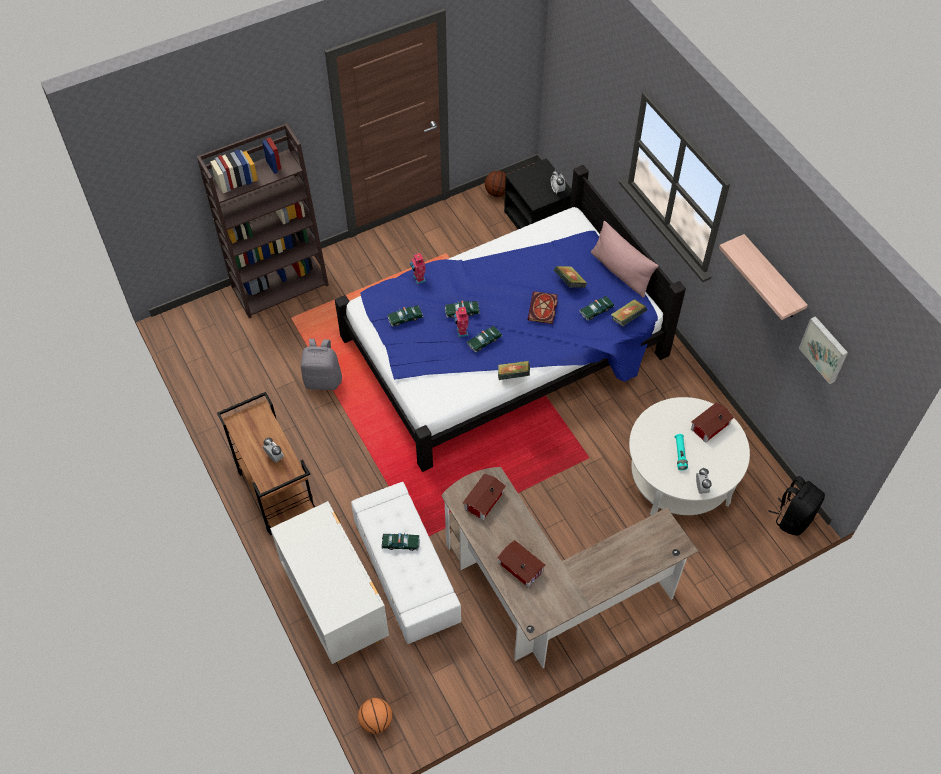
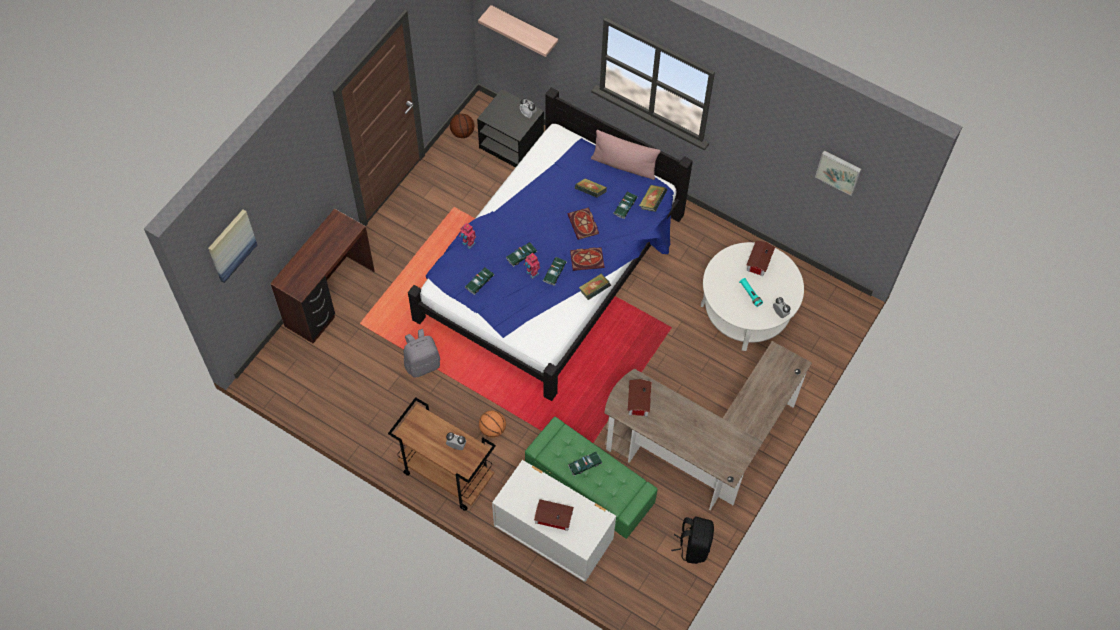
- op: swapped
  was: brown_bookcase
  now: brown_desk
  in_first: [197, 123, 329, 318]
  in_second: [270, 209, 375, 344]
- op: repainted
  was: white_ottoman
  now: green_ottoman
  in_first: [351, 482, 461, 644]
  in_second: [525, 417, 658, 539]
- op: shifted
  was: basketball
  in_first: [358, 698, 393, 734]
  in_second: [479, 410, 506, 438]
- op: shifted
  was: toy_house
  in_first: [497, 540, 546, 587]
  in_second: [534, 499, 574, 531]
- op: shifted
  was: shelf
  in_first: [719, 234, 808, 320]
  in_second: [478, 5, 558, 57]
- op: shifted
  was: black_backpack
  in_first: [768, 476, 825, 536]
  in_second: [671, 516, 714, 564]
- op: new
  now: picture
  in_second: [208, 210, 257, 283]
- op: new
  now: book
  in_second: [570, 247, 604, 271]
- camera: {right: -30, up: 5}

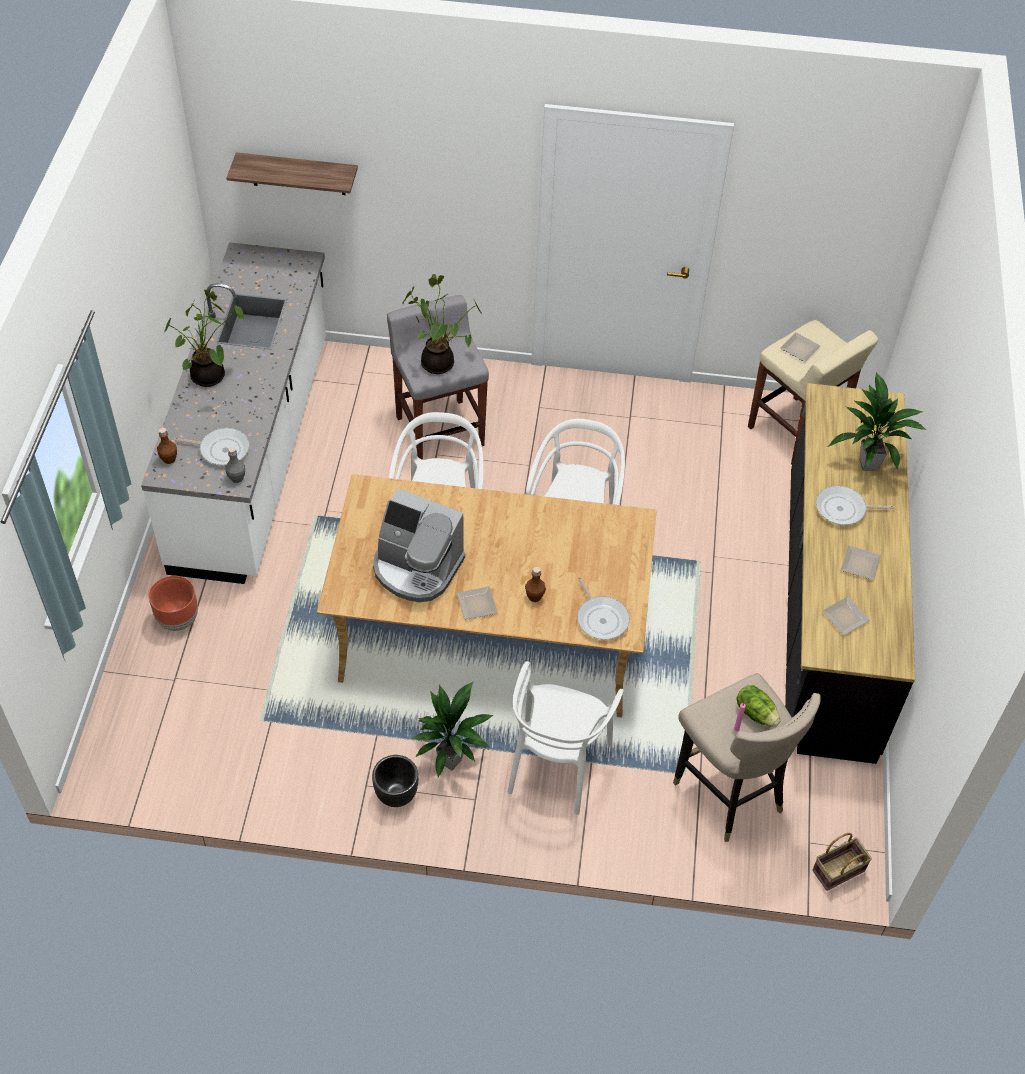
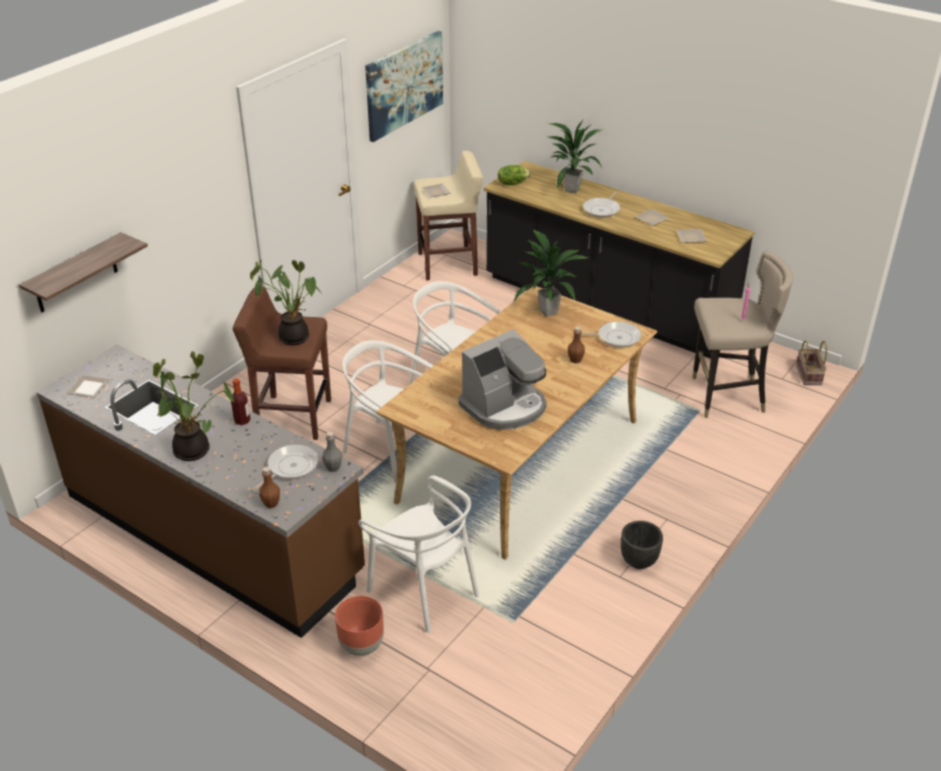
- op: repainted
  was: white_counter
  now: brown_counter
  in_first: [141, 242, 326, 584]
  in_second: [36, 344, 365, 638]
- op: repainted
  was: grey_stool
  now: brown_stool
  in_first: [387, 295, 489, 460]
  in_second: [233, 287, 331, 440]
- op: shifted
  was: potted_plant
  in_first: [411, 681, 494, 777]
  in_second: [513, 229, 587, 317]
- op: shifted
  was: plate
  in_first: [457, 586, 498, 620]
  in_second: [67, 375, 110, 398]
- op: shifted
  was: white_chair
  in_first: [508, 661, 624, 815]
  in_second: [358, 476, 479, 633]
- op: shifted
  was: lettuce
  in_first: [736, 685, 780, 727]
  in_second: [498, 165, 531, 185]
- op: new
  now: bottle
  in_second: [231, 379, 251, 425]
- op: new
  now: picture
  in_second: [365, 31, 443, 142]
- camera: {right: -60, up: -15}

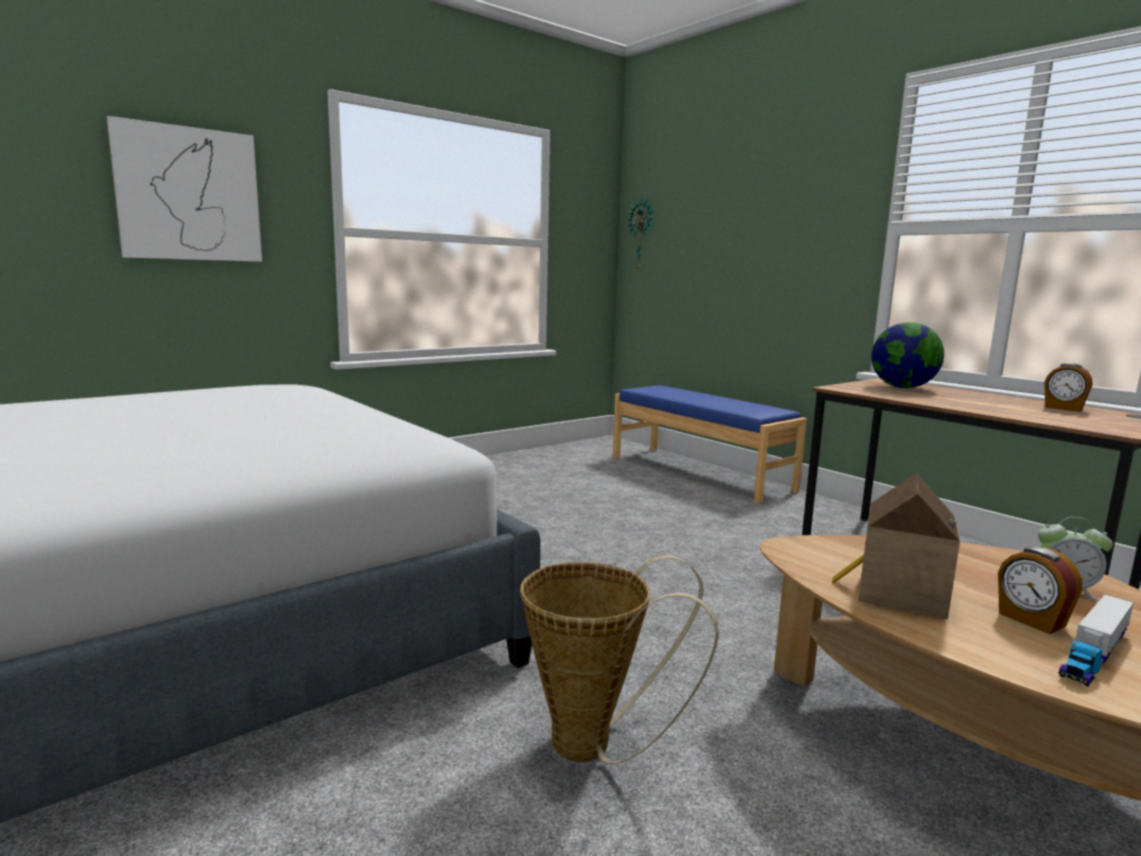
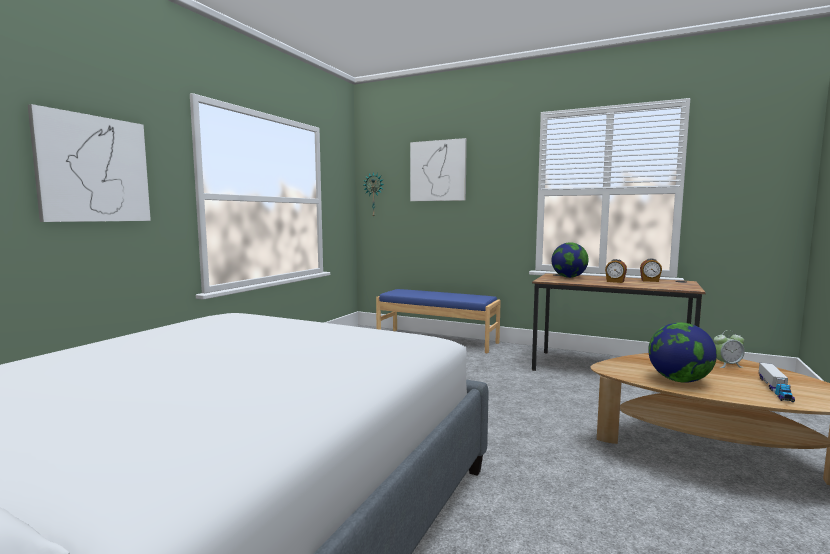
- op: gone
  was: basket
  in_first: [520, 555, 719, 764]
- op: swapped
  was: toy_house
  now: globe
  in_first: [832, 473, 960, 619]
  in_second: [648, 322, 717, 383]
- op: shifted
  was: alarm_clock
  in_first: [998, 547, 1082, 634]
  in_second: [605, 259, 627, 283]
- op: new
  now: picture
  in_second: [410, 138, 467, 201]
- camera: {right: -25, up: -5}

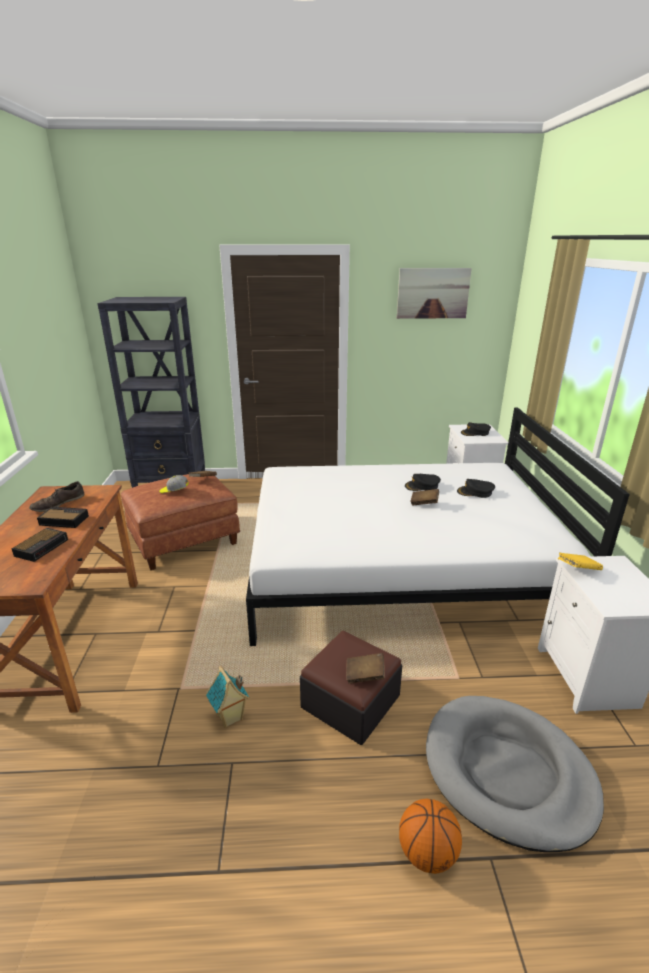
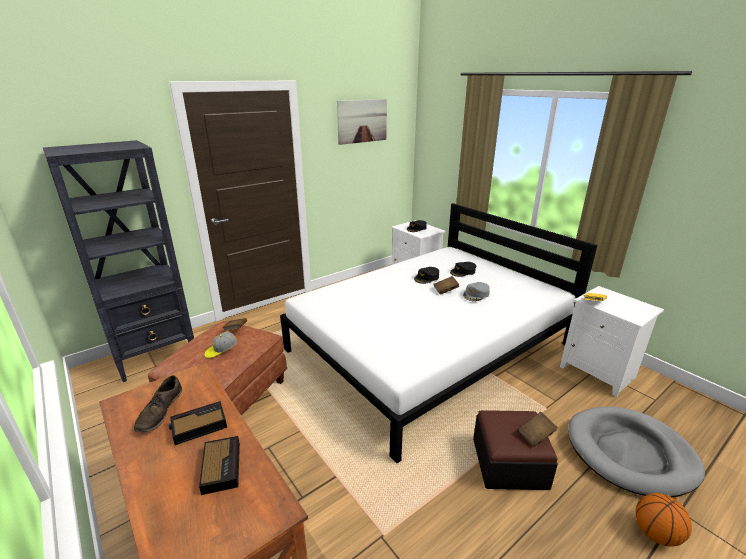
- op: gone
  was: toy_house
  in_first: [206, 666, 249, 728]
- op: new
  now: grey_cap
  in_second: [463, 282, 490, 301]
- camera: {right: -35, up: 0}

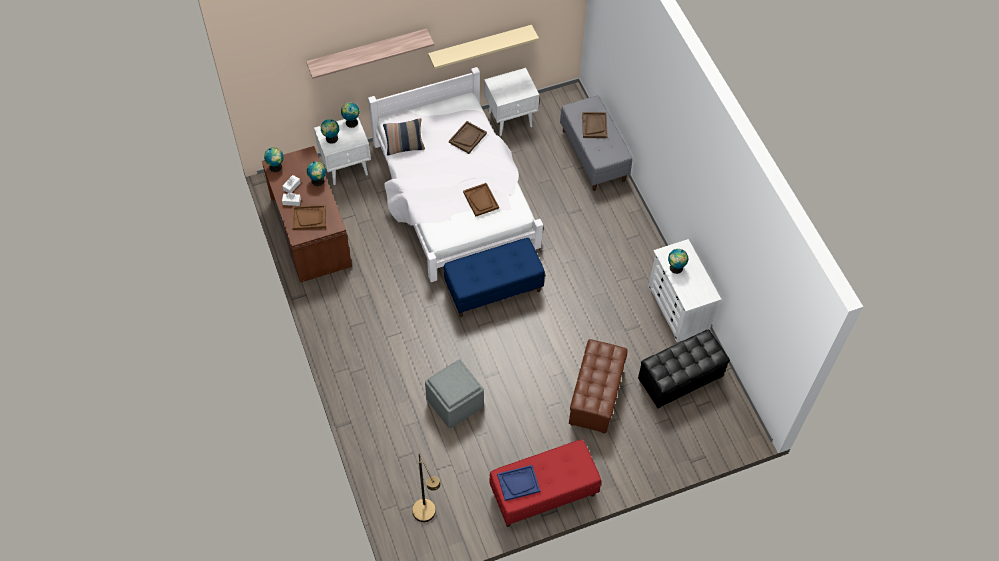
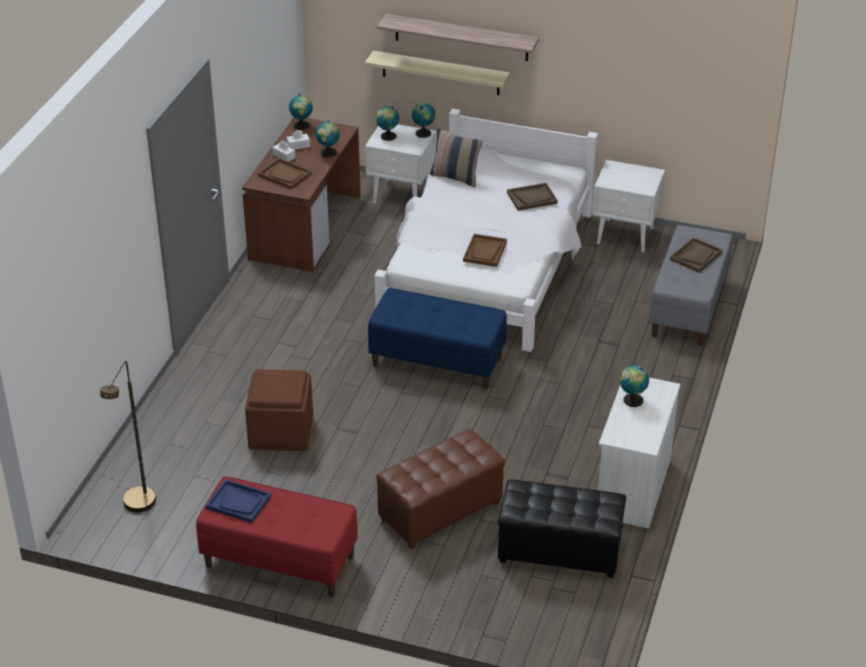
- op: repainted
  was: grey_ottoman
  now: brown_ottoman
  in_first: [425, 360, 484, 428]
  in_second: [245, 369, 313, 451]
- op: shifted
  was: beige_shelf
  in_first: [428, 25, 539, 69]
  in_second: [365, 51, 510, 95]
- camera: {right: 40, up: -20}

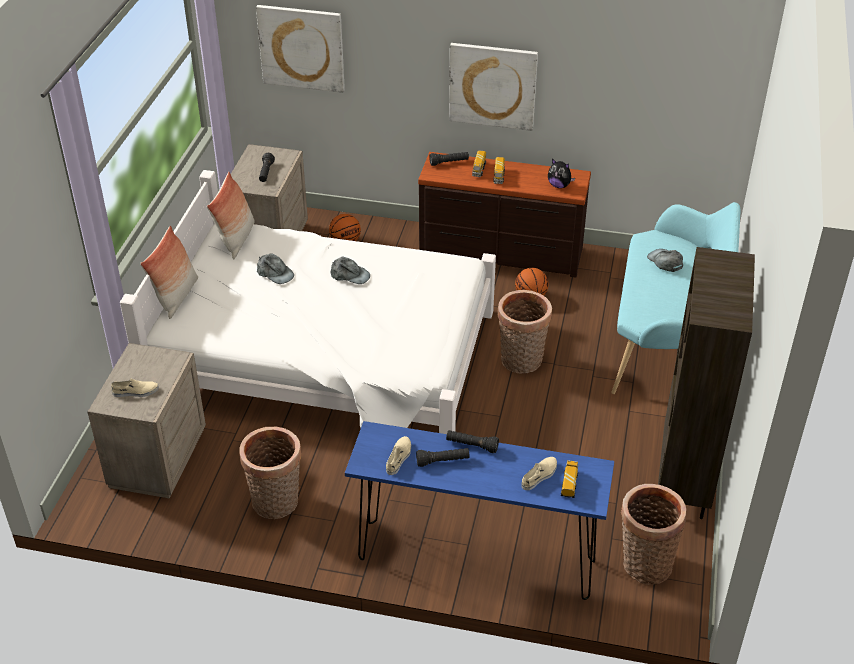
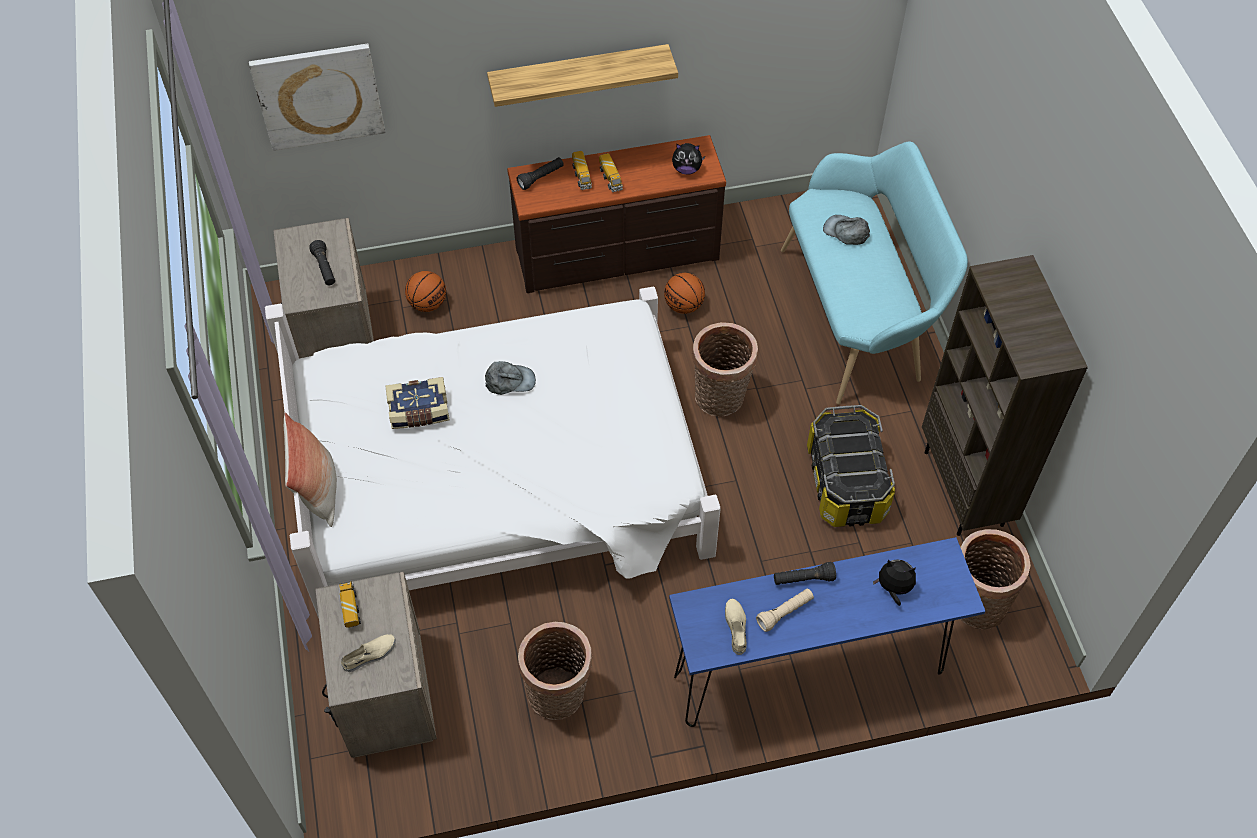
- op: gone
  was: pillow
  in_first: [207, 172, 255, 259]
- op: swapped
  was: grey_cap
  now: book
  in_first: [257, 254, 294, 284]
  in_second: [385, 377, 449, 429]
- op: repainted
  was: black_flashlight
  now: beige_flashlight
  in_first: [416, 448, 469, 467]
  in_second: [756, 588, 814, 632]
- op: swapped
  was: picture
  now: shelf
  in_first: [449, 43, 538, 131]
  in_second: [487, 44, 678, 107]
- op: swapped
  was: beige_shoe
  now: plush_toy
  in_first: [521, 457, 557, 490]
  in_second: [873, 559, 916, 606]
- op: shifted
  was: toy_truck
  in_first: [561, 460, 578, 498]
  in_second: [339, 581, 361, 628]
- op: new
  now: storage_box
  in_second: [807, 405, 895, 527]
- camera: {right: -25, up: 15}

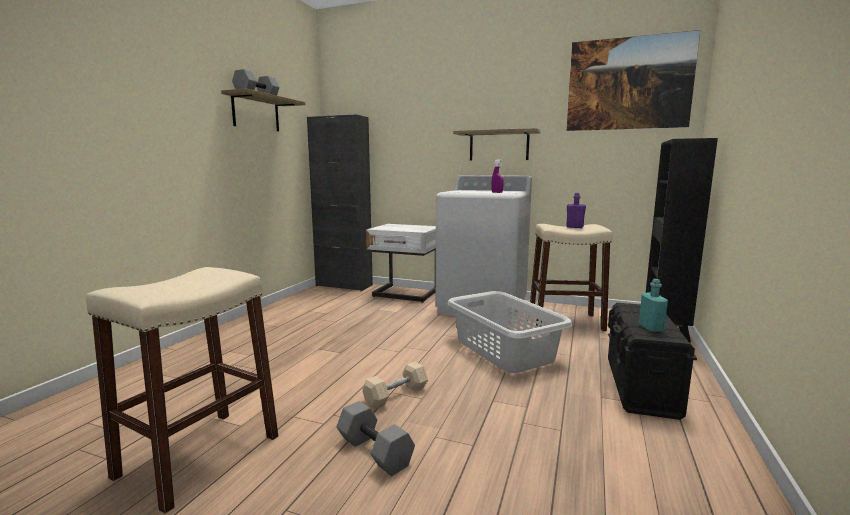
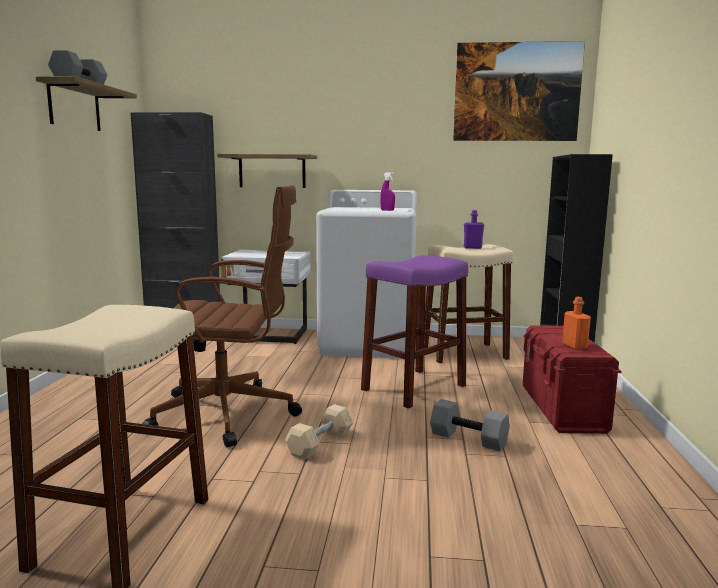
- op: shifted
  was: grey_dumbbell
  in_first: [336, 401, 415, 476]
  in_second: [430, 399, 510, 451]
- op: swapped
  was: grey_laundry_basket
  now: purple_stool
  in_first: [447, 291, 572, 373]
  in_second: [361, 255, 468, 409]
- op: shifted
  was: shelf
  in_first: [453, 128, 541, 161]
  in_second: [217, 154, 317, 188]
- op: repainted
  was: black_storage_box
  now: red_storage_box
  in_first: [608, 303, 697, 420]
  in_second: [523, 325, 621, 434]
- op: repainted
  was: turquoise_bottle
  now: orange_bottle
  in_first: [639, 279, 668, 332]
  in_second: [562, 297, 591, 350]
- op: new
  now: brown_office_chair
  in_second: [142, 185, 302, 448]
- camera: {right: -15, up: 0}

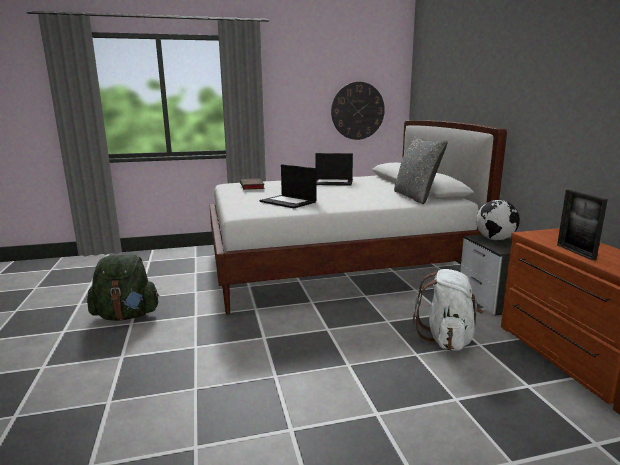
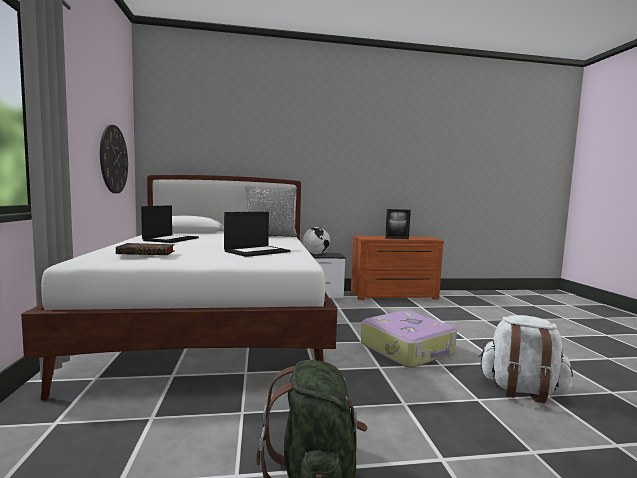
- op: shifted
  was: white_backpack
  in_first: [413, 269, 484, 351]
  in_second: [479, 315, 573, 403]
- op: new
  now: suitcase
  in_second: [361, 310, 457, 368]
- camera: {right: -85, up: -10}

